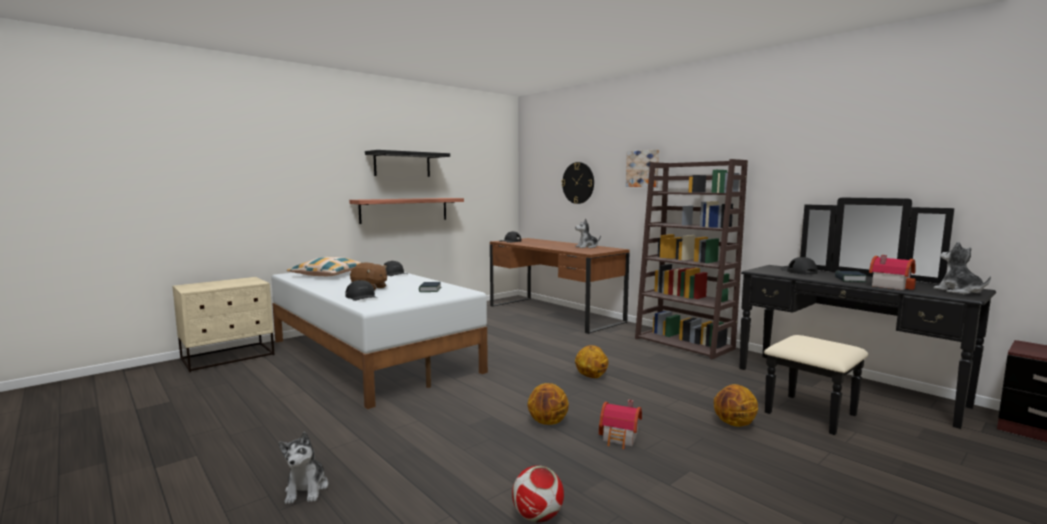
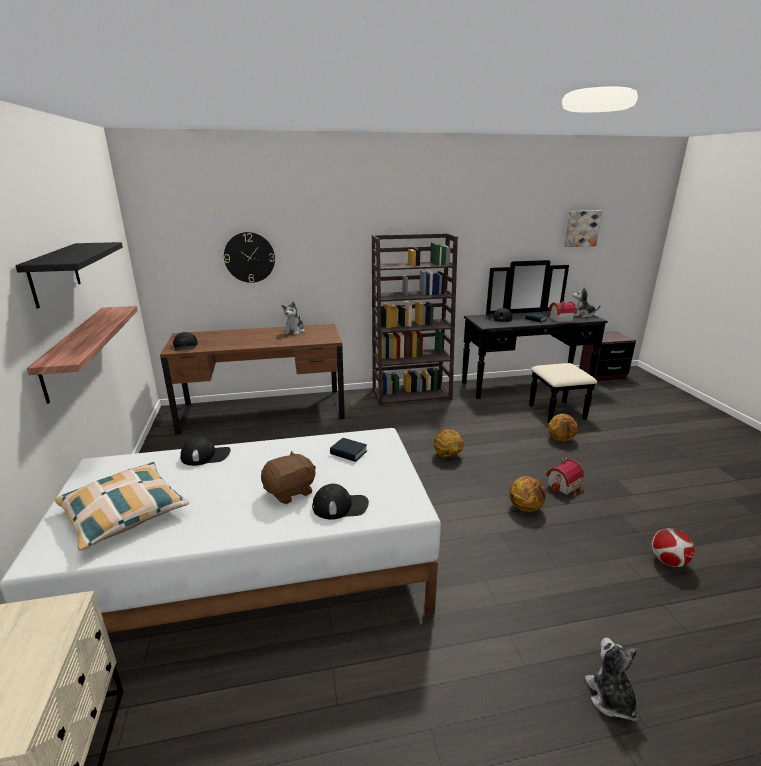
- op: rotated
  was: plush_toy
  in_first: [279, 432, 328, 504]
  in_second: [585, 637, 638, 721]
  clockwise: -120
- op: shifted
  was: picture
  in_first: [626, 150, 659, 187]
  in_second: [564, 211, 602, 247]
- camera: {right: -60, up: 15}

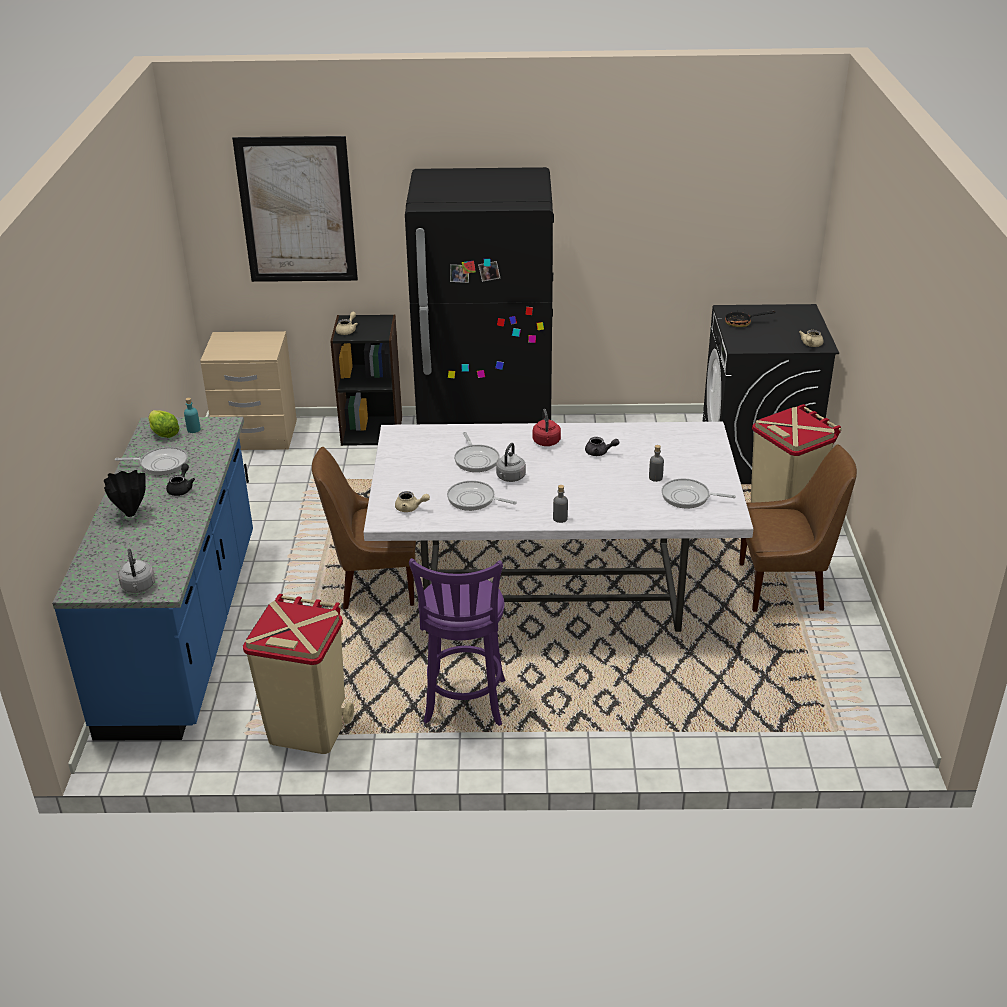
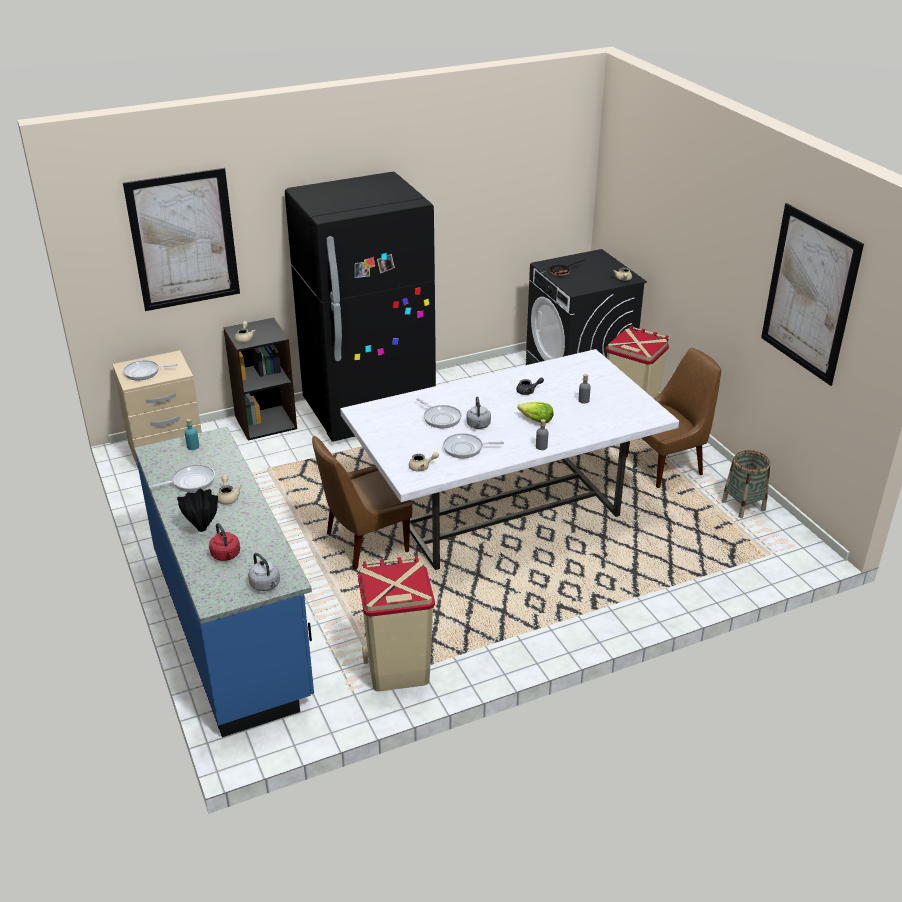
- op: shifted
  was: lettuce
  in_first: [148, 410, 179, 438]
  in_second: [518, 402, 553, 423]
- op: repainted
  was: black_teapot
  now: beige_teapot
  in_first: [166, 464, 195, 496]
  in_second: [217, 475, 242, 505]
- op: gone
  was: purple_stool
  in_first: [409, 558, 506, 726]
- op: shifted
  was: red_kettle
  in_first: [533, 409, 561, 446]
  in_second: [209, 523, 240, 561]
- op: shifted
  was: frying_pan
  in_first: [661, 478, 736, 509]
  in_second: [123, 360, 178, 380]
- op: new
  now: basket
  in_second: [722, 450, 770, 518]
- op: new
  now: picture
  in_second: [761, 203, 864, 386]
- camera: {right: -25, up: 0}

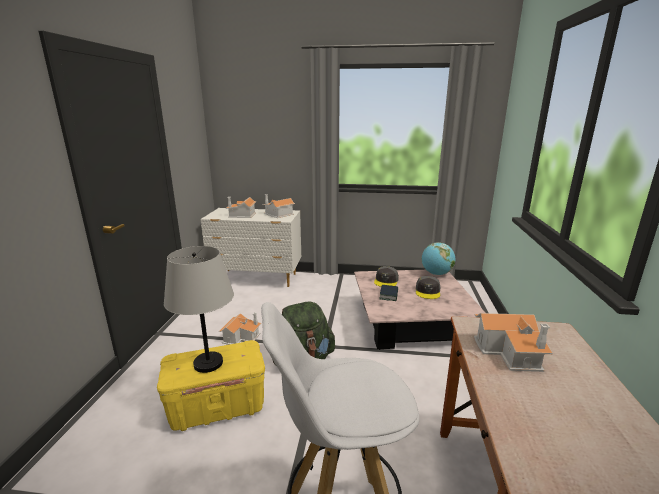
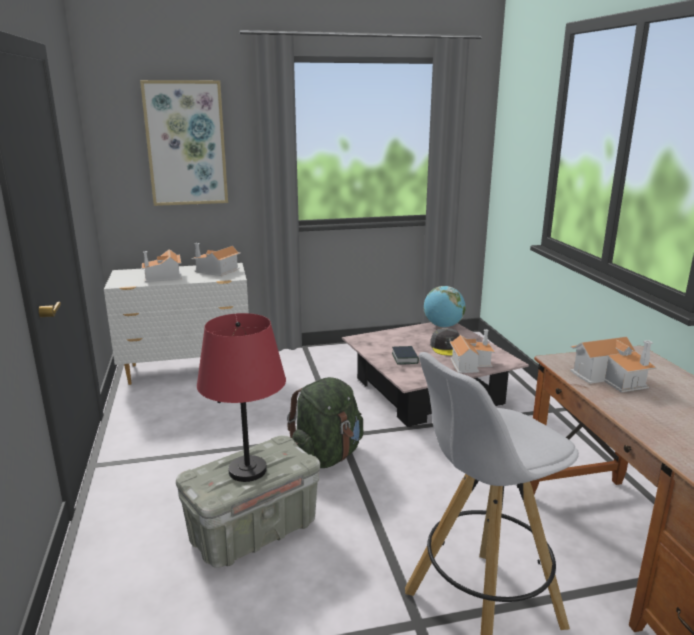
- op: repainted
  was: yellow_storage_box
  now: grey_storage_box
  in_first: [157, 340, 265, 431]
  in_second: [176, 435, 320, 568]
- op: repainted
  was: grey_table_lamp
  now: red_table_lamp
  in_first: [164, 246, 234, 373]
  in_second: [197, 313, 286, 482]
- op: shifted
  was: toy_house
  in_first: [219, 313, 261, 345]
  in_second: [450, 329, 495, 373]
- op: gone
  was: grey_cap
  in_first: [374, 266, 399, 287]
- op: new
  now: picture
  in_second: [140, 80, 228, 206]
- camera: {right: -20, up: 0}

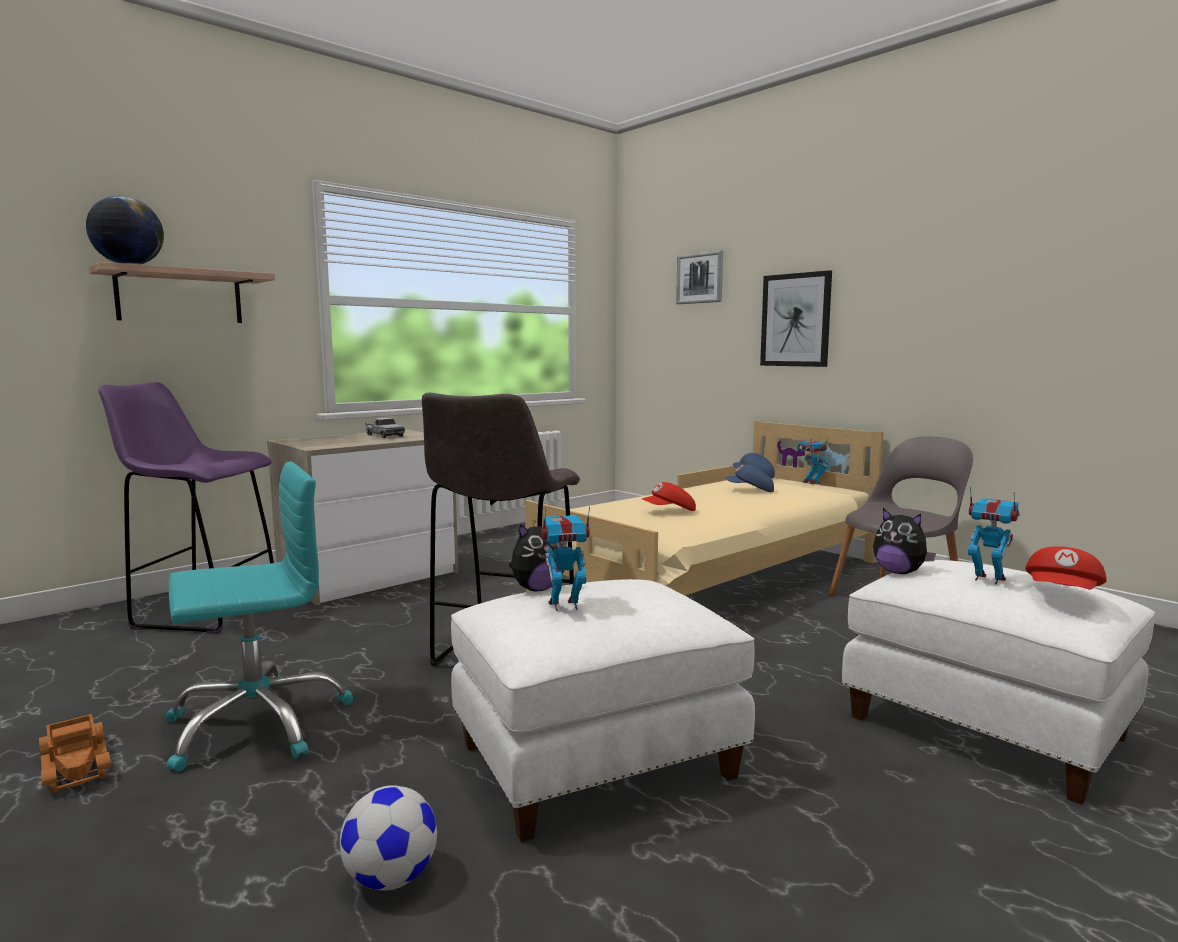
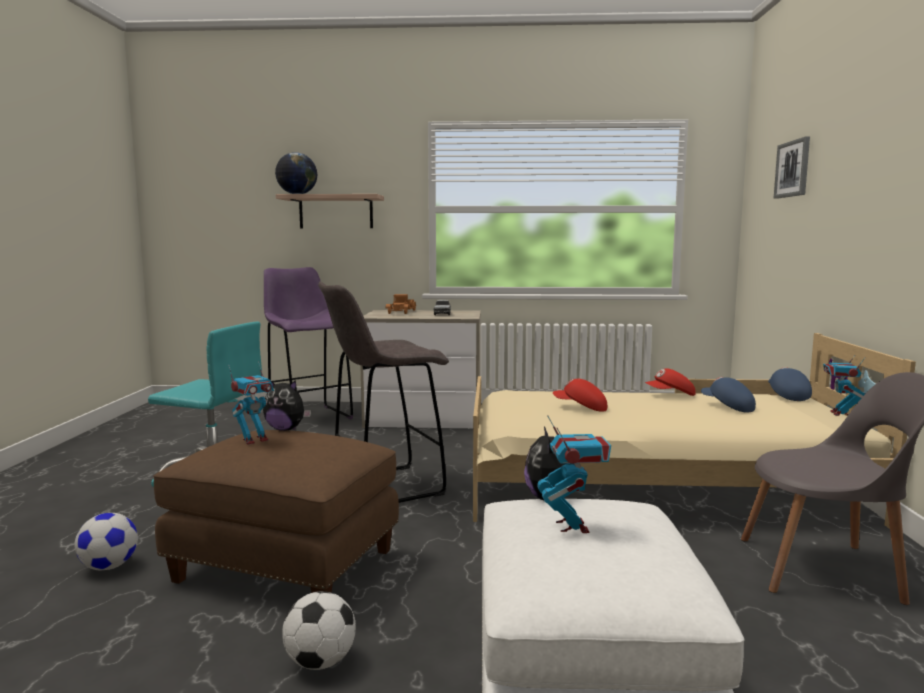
- op: shifted
  was: toy_truck
  in_first: [39, 714, 111, 794]
  in_second: [386, 294, 416, 314]
- op: repainted
  was: white_ottoman
  now: brown_ottoman
  in_first: [451, 579, 755, 842]
  in_second: [153, 430, 399, 593]
- op: rotated
  was: toy_robot
  in_first: [541, 506, 590, 611]
  in_second: [228, 361, 274, 445]
  clockwise: 105
- op: gone
  was: picture
  in_first: [760, 270, 832, 367]
- op: shifted
  was: red_cap
  in_first: [1025, 546, 1107, 589]
  in_second: [645, 369, 696, 396]
- op: new
  now: football
  in_second: [282, 591, 356, 670]
- camera: {right: 45, up: 0}

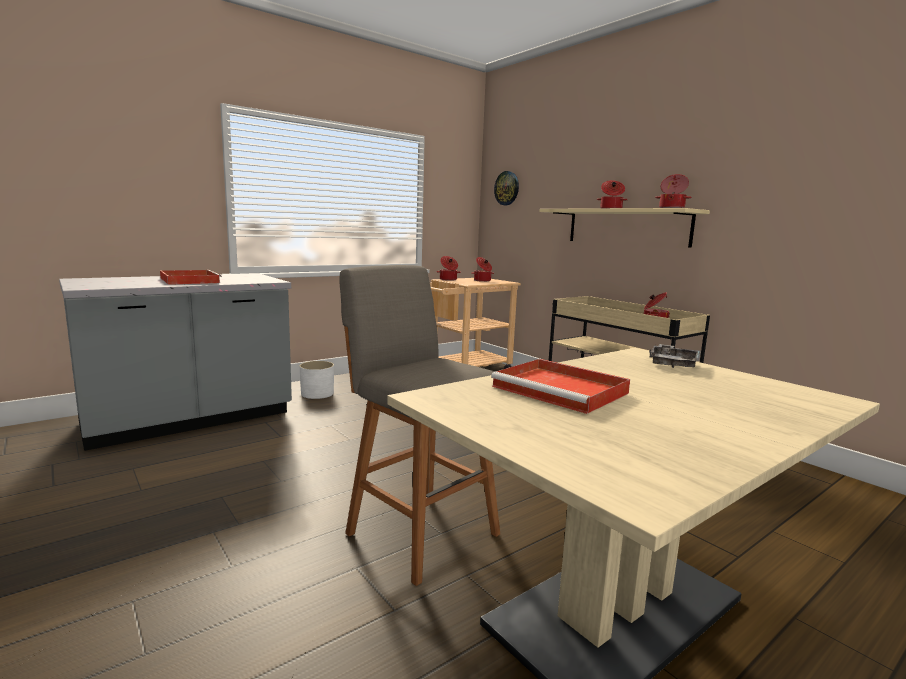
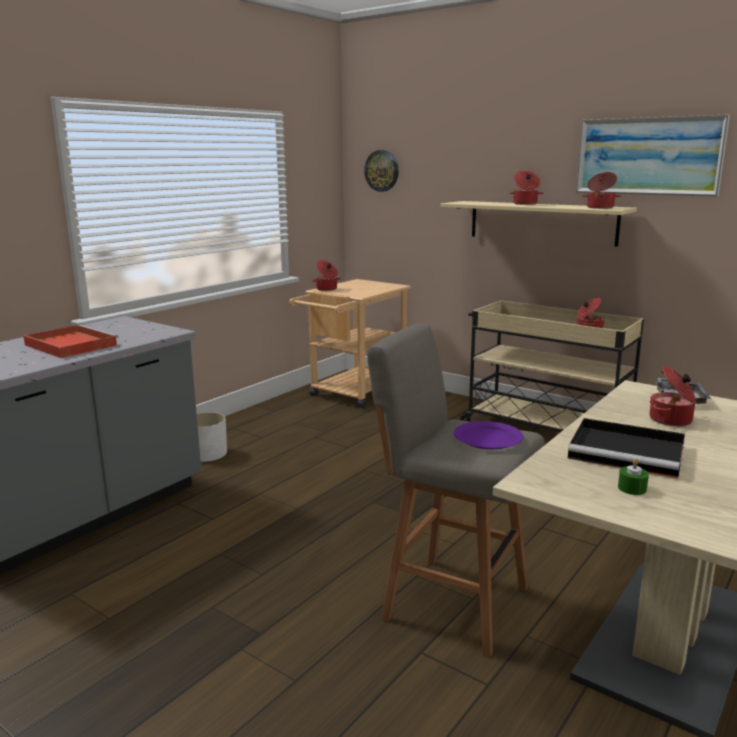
- op: shifted
  was: cooking_pot
  in_first: [471, 257, 494, 282]
  in_second: [649, 366, 696, 426]
- op: repainted
  was: red_tray
  now: black_tray
  in_first: [491, 359, 630, 414]
  in_second: [568, 418, 685, 478]
- op: new
  now: purple_plate
  in_second: [454, 421, 524, 449]
- op: new
  now: picture
  in_second: [576, 115, 730, 196]
- op: new
  now: green_candle
  in_second: [618, 459, 649, 495]
- camera: {right: -15, up: 5}

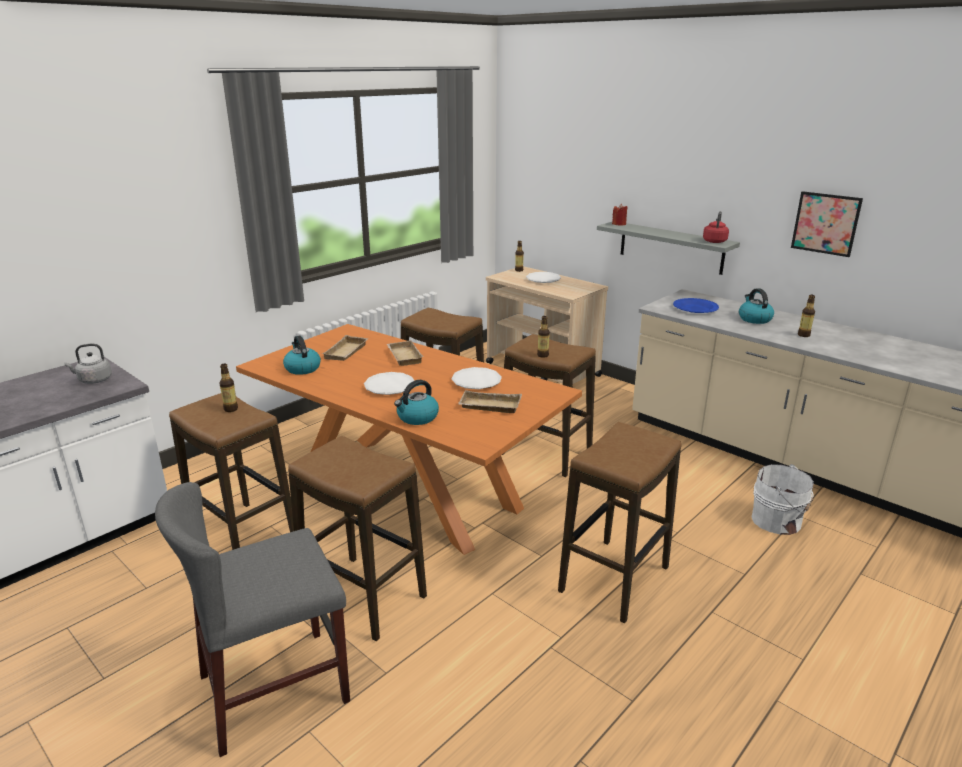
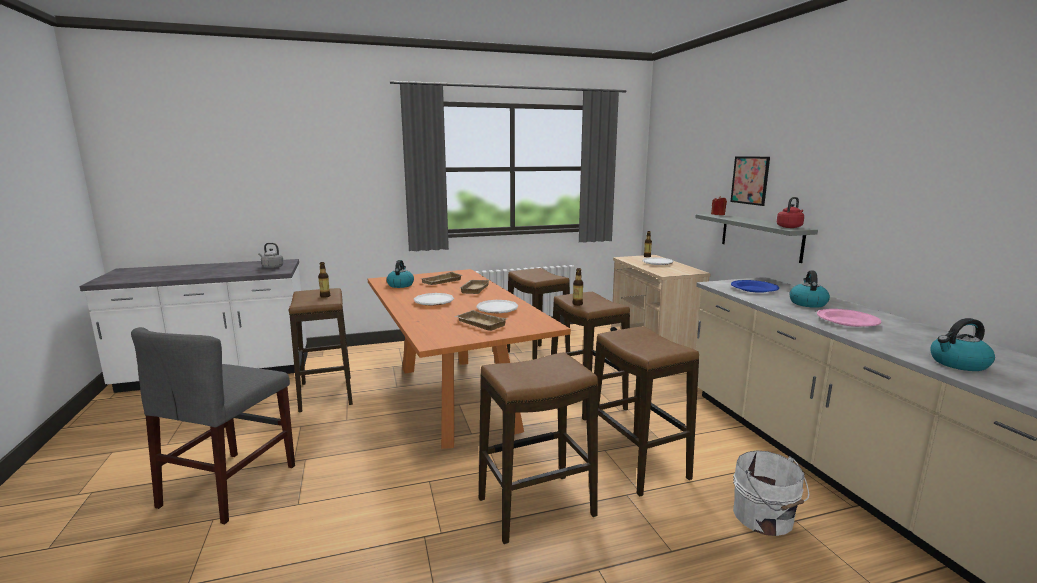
- op: rotated
  was: grey_chair
  in_first: [155, 482, 350, 757]
  in_second: [131, 327, 295, 524]
  clockwise: -75
- op: shifted
  was: stool
  in_first: [288, 436, 427, 641]
  in_second: [594, 326, 699, 497]
- op: shifted
  was: kettle
  in_first: [394, 380, 439, 425]
  in_second: [930, 318, 995, 371]
- op: shifted
  was: picture
  in_first: [791, 191, 863, 257]
  in_second: [730, 156, 770, 206]
- op: swapped
  was: bottle
  now: pink_plate
  in_first: [798, 295, 815, 337]
  in_second: [817, 309, 881, 327]
- camera: {right: 30, up: -10}

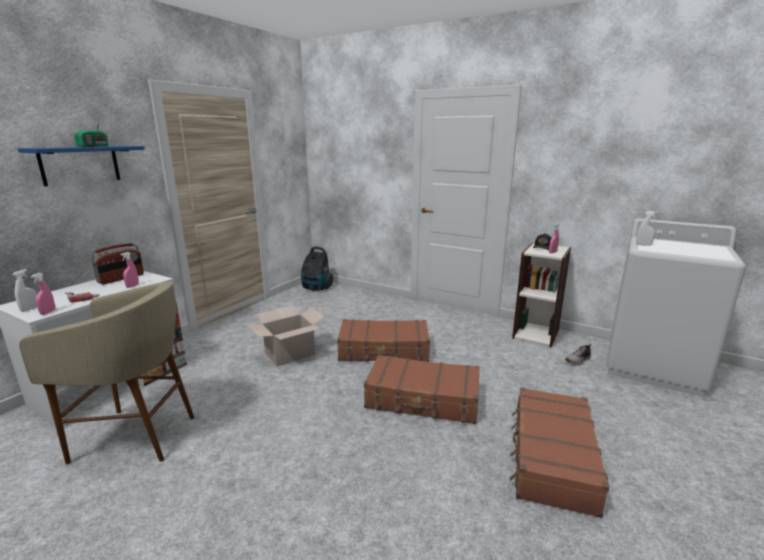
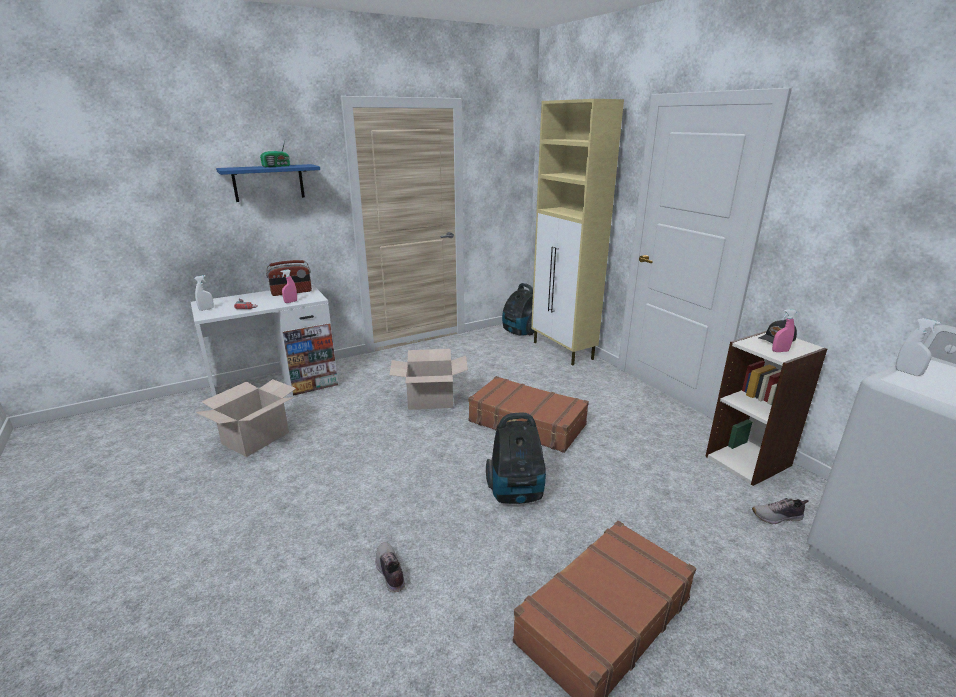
- op: swapped
  was: beige_stool
  now: cardboard_box
  in_first: [19, 282, 194, 464]
  in_second: [196, 379, 296, 457]
- op: gone
  was: pink_spray_bottle
  in_first: [31, 273, 55, 315]
- op: swapped
  was: brown_suitcase
  now: vacuum_cleaner
  in_first: [364, 355, 480, 424]
  in_second: [486, 413, 546, 504]
- op: new
  now: shoe
  in_second: [375, 542, 405, 593]
- op: new
  now: beige_cabinet
  in_second: [531, 99, 624, 366]
- camera: {right: 30, up: 5}

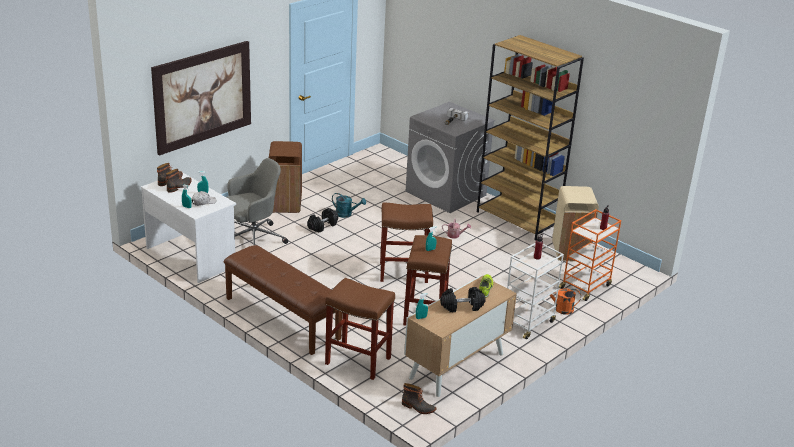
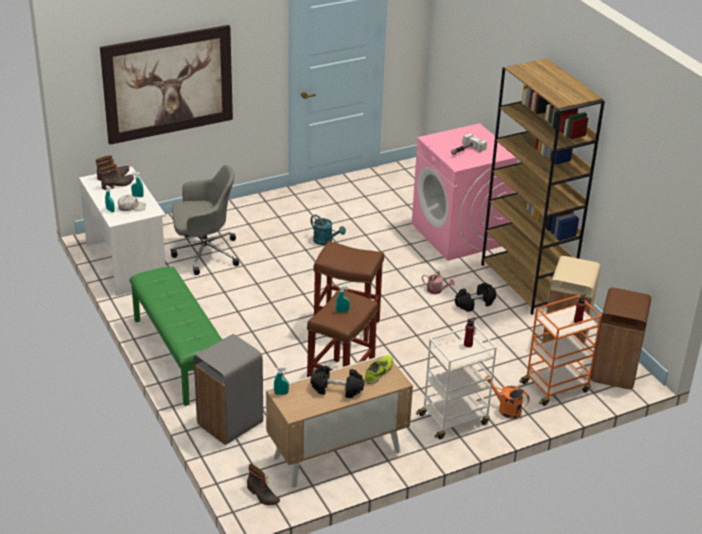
- op: repainted
  was: brown_bench
  now: green_bench
  in_first: [224, 245, 342, 355]
  in_second: [129, 267, 222, 406]
- op: shifted
  was: brown_trash_can
  in_first: [269, 141, 302, 213]
  in_second: [591, 288, 651, 389]
- op: shifted
  was: black_dumbbell
  in_first: [307, 208, 338, 233]
  in_second: [455, 283, 496, 312]
- op: swapped
  was: brown_stool
  now: grey_trash_can
  in_first: [325, 278, 395, 380]
  in_second: [194, 334, 263, 445]
- op: repainted
  was: grey_washing_machine
  now: pink_washing_machine
  in_first: [406, 102, 495, 213]
  in_second: [412, 123, 517, 261]
- camera: {right: 20, up: 5}

